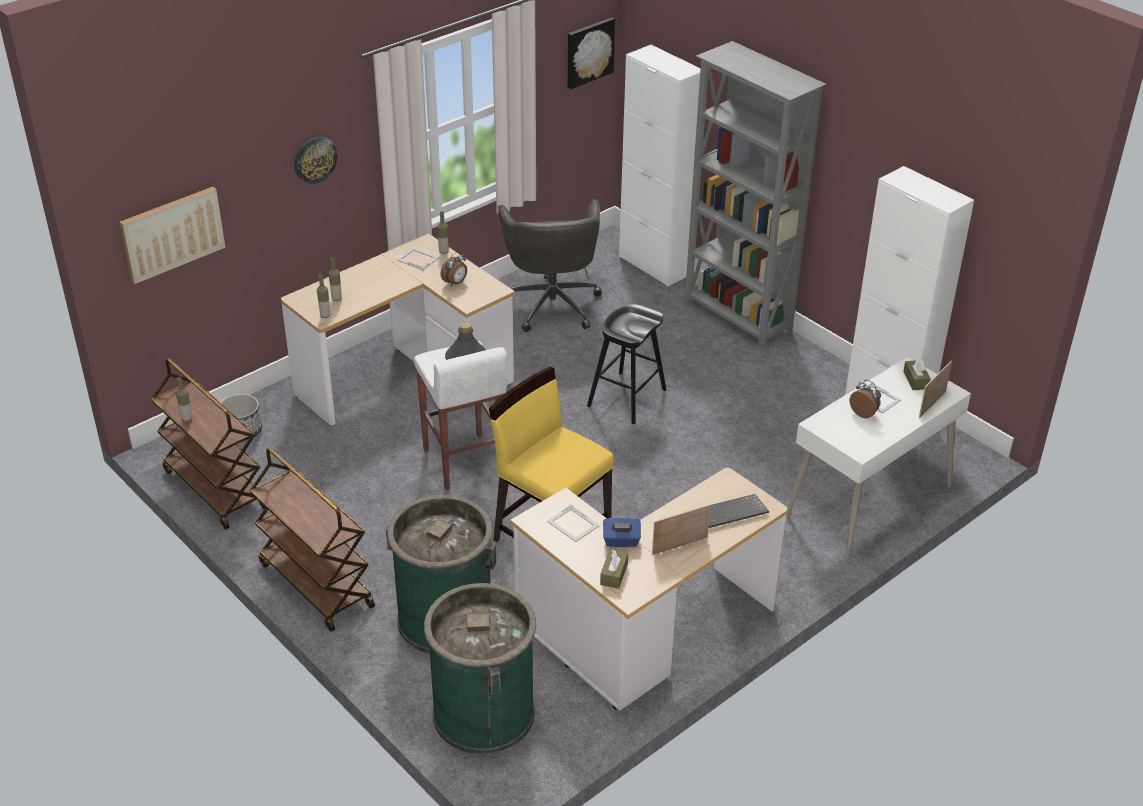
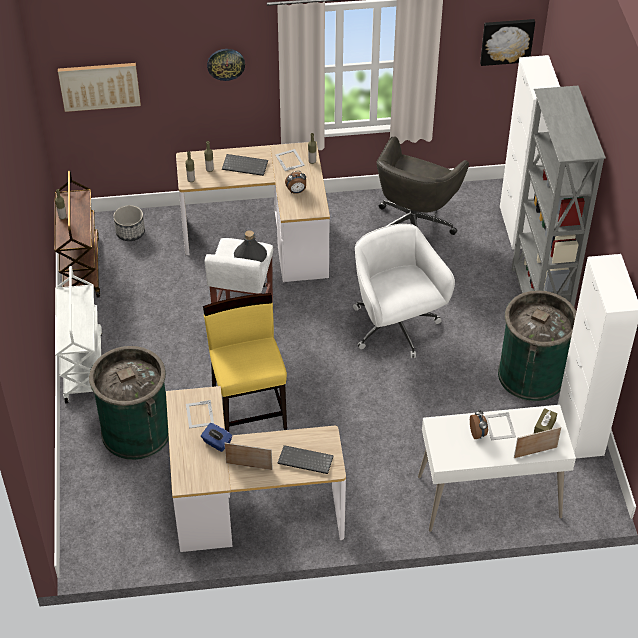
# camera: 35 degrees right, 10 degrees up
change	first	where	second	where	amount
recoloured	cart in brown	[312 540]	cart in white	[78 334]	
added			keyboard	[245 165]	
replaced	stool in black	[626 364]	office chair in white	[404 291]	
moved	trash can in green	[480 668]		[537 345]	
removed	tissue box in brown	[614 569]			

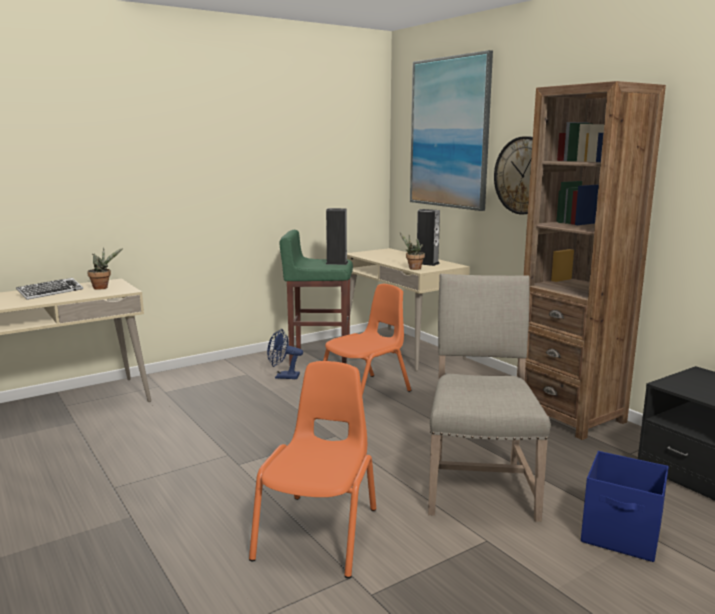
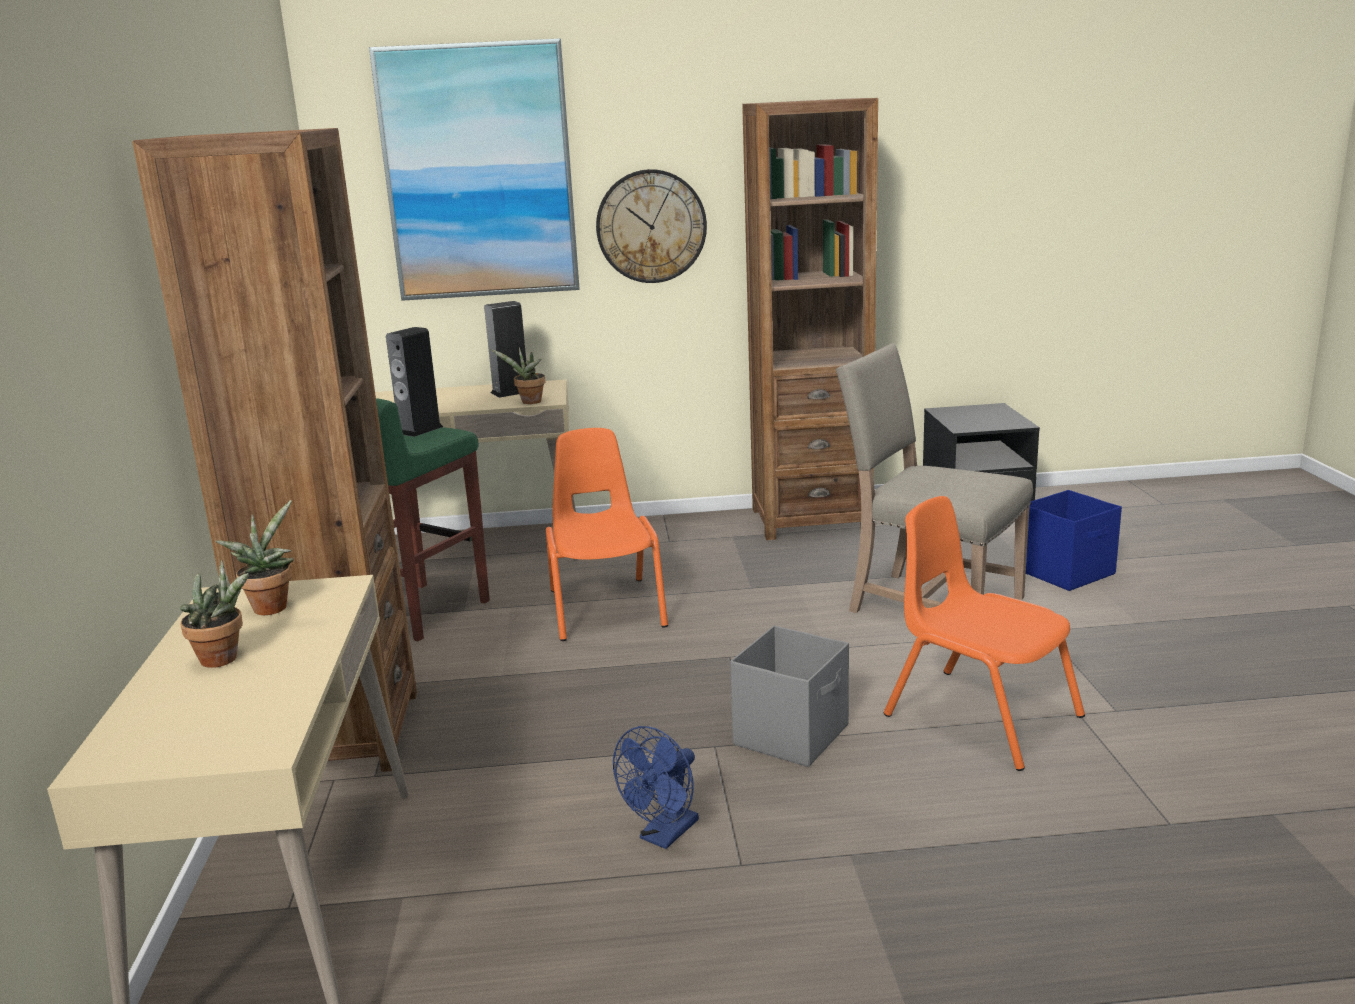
# camera: 60 degrees left, 5 degrees up
change	first	where	second	where	amount
added			bookcase in brown	[274 450]	
replaced	keyboard	[49 289]	potted plant	[214 614]	
moved	fan in blue	[285 354]		[656 787]	
added			storage box in grey	[789 696]	

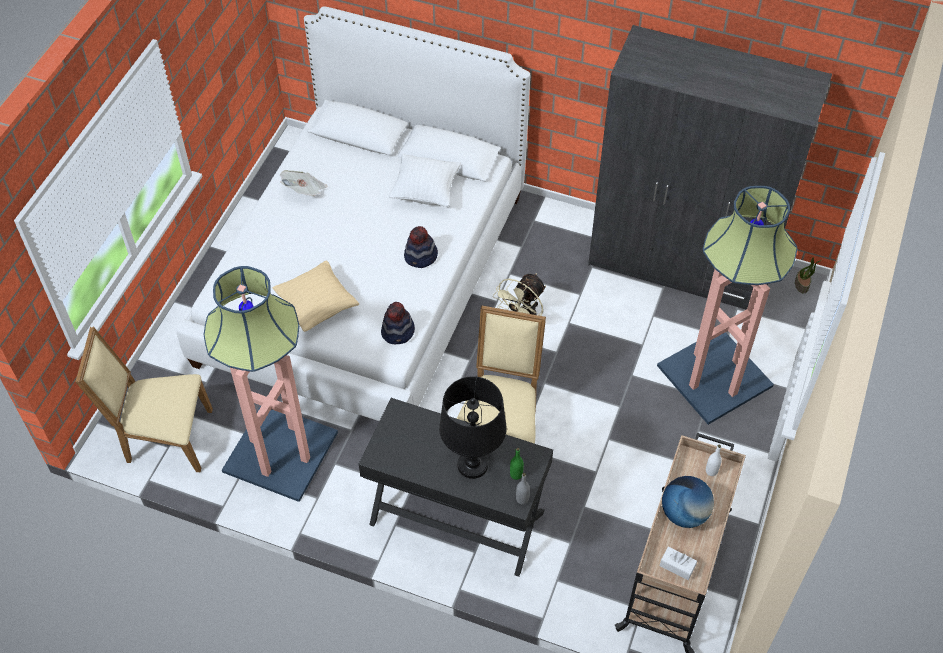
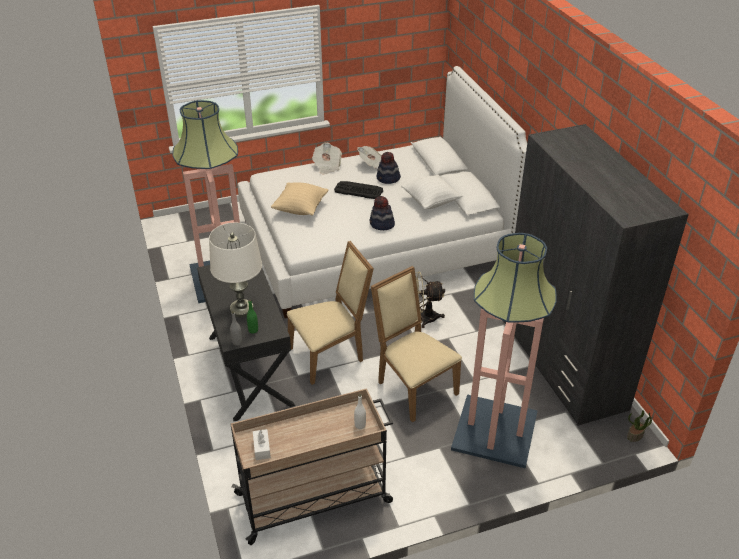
# camera: 50 degrees right, 15 degrees down
change	first	where	second	where	amount
recoloured	table lamp in black	[473 427]	table lamp in white	[235 270]	
added			newspaper	[327 159]	
added			keyboard	[358 190]	
moved	chair in beige	[144 399]		[416 344]	
moved	hat	[398 323]		[388 168]	
removed	globe	[688 502]			

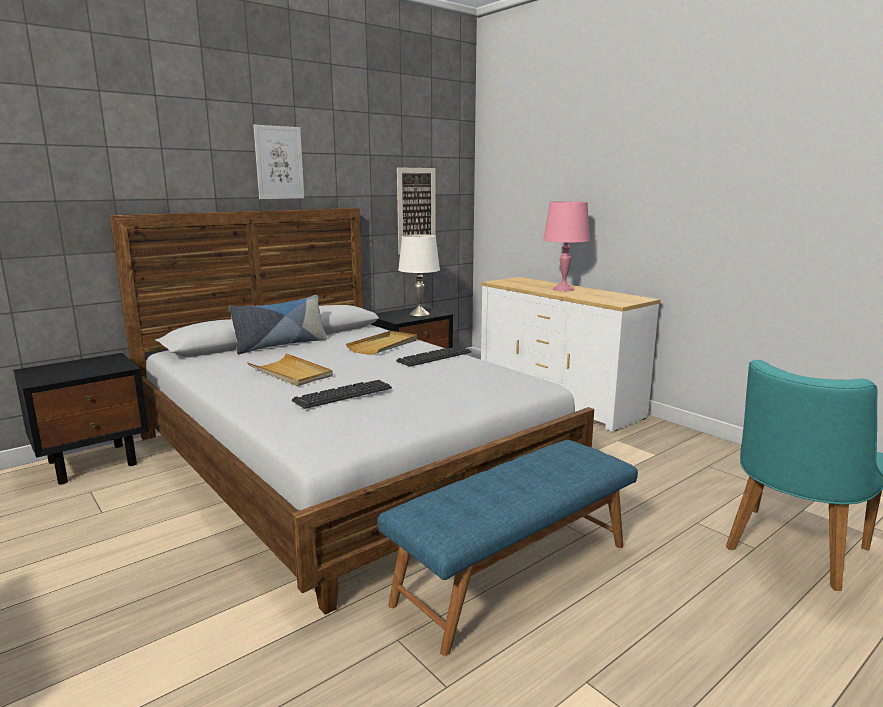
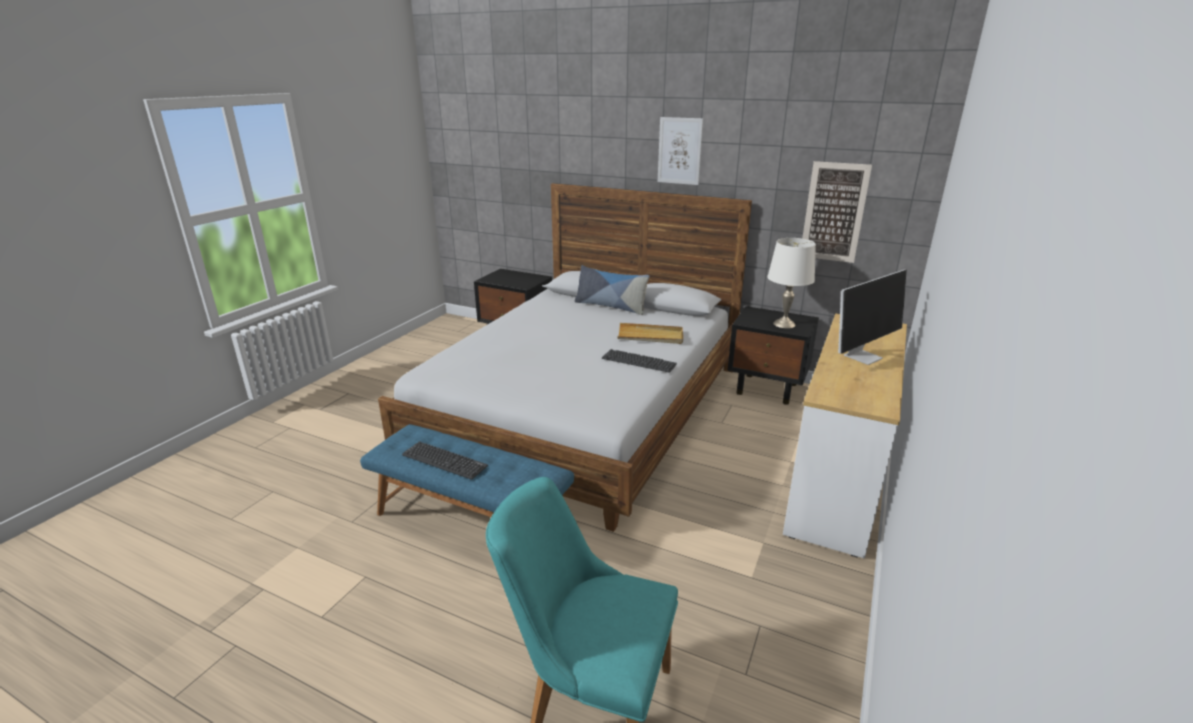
# camera: 65 degrees right, 10 degrees up
change	first	where	second	where	amount
moved	keyboard	[342 394]		[445 460]	
replaced	table lamp in pink	[566 246]	monitor	[872 317]	
removed	tray in beige	[290 369]			

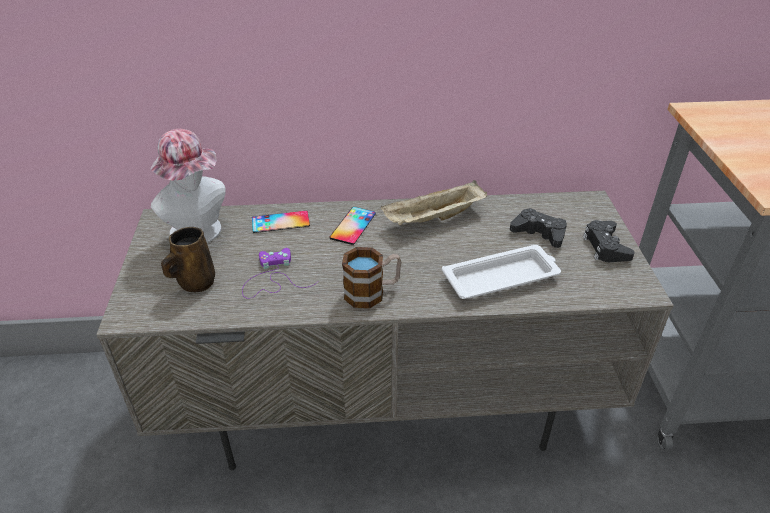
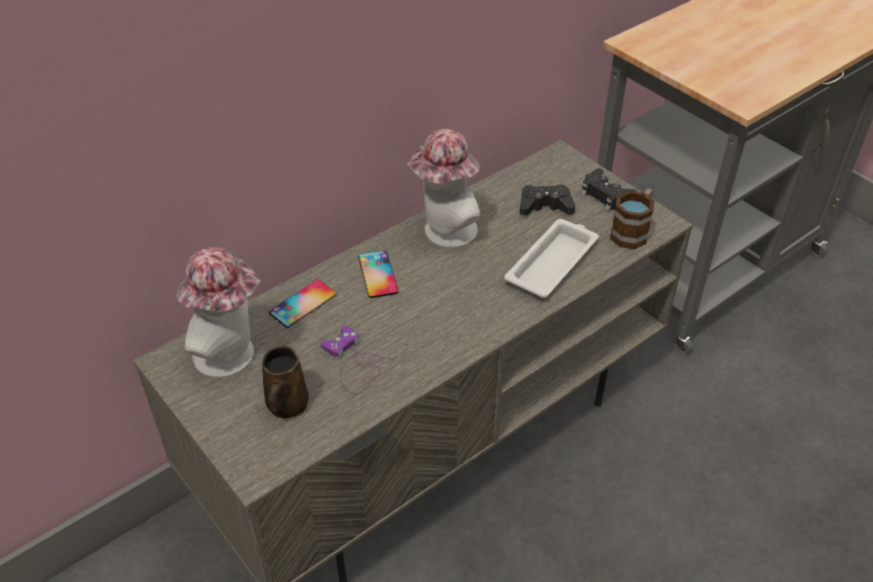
# camera: 35 degrees left, 5 degrees up
change	first	where	second	where	amount
replaced	tray in beige	[434 203]	hat	[443 188]	
moved	mug	[371 277]		[632 218]	

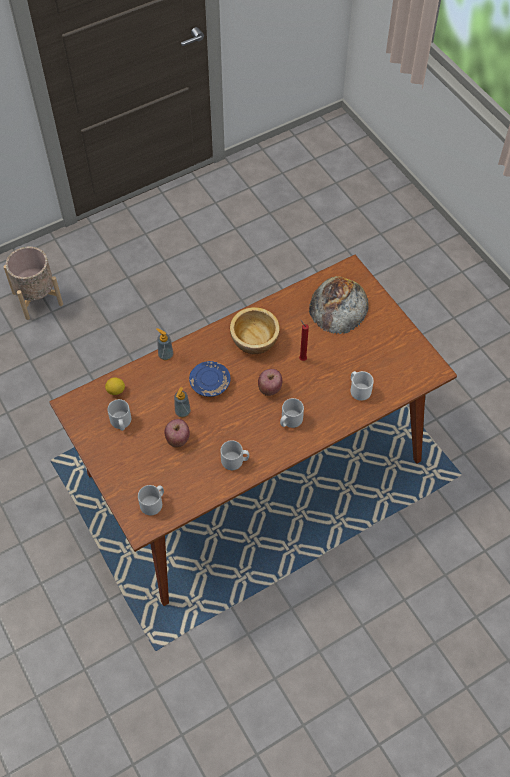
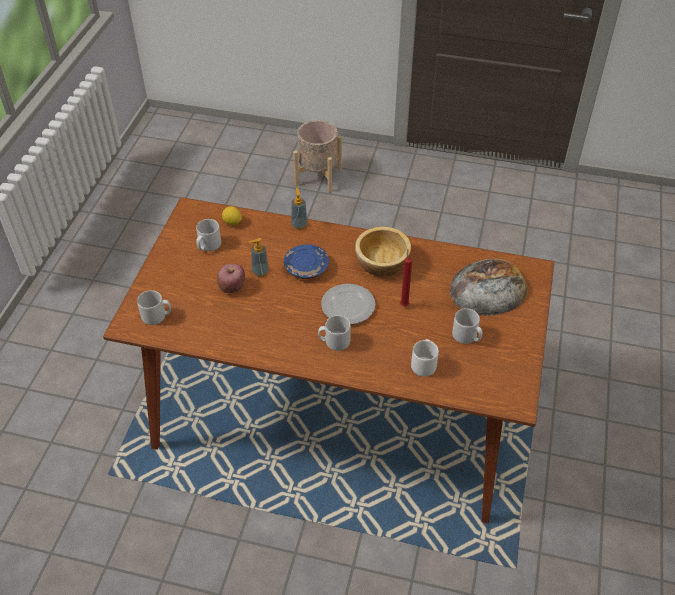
# camera: 45 degrees right, 10 degrees down
change	first	where	second	where	amount
replaced	apple	[270 382]	plate	[348 304]	
moved	mug in grey	[235 455]		[467 326]	

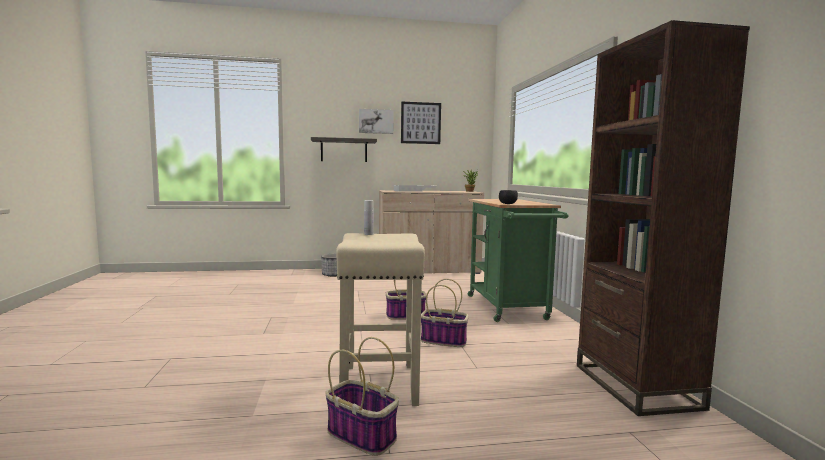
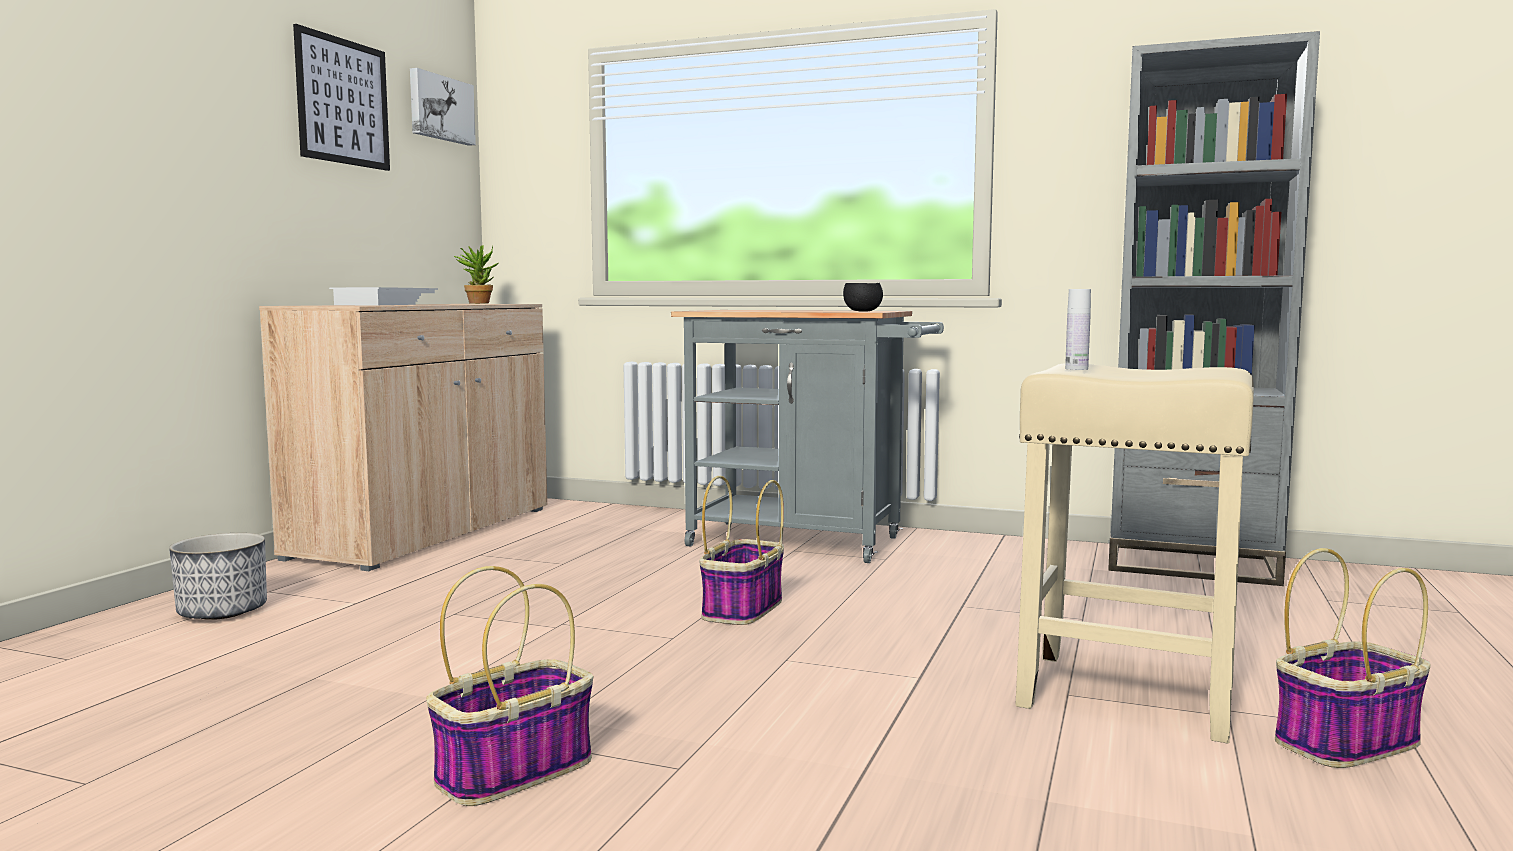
# camera: 60 degrees left, 0 degrees up
change	first	where	second	where	amount
moved	picture	[376 121]		[443 107]	
moved	basket	[445 313]		[509 686]	
recoloured	cart in green	[518 260]	cart in grey	[807 436]	
recoloured	bookcase in brown	[663 218]	bookcase in grey	[1214 308]	
removed	shelf	[344 149]			

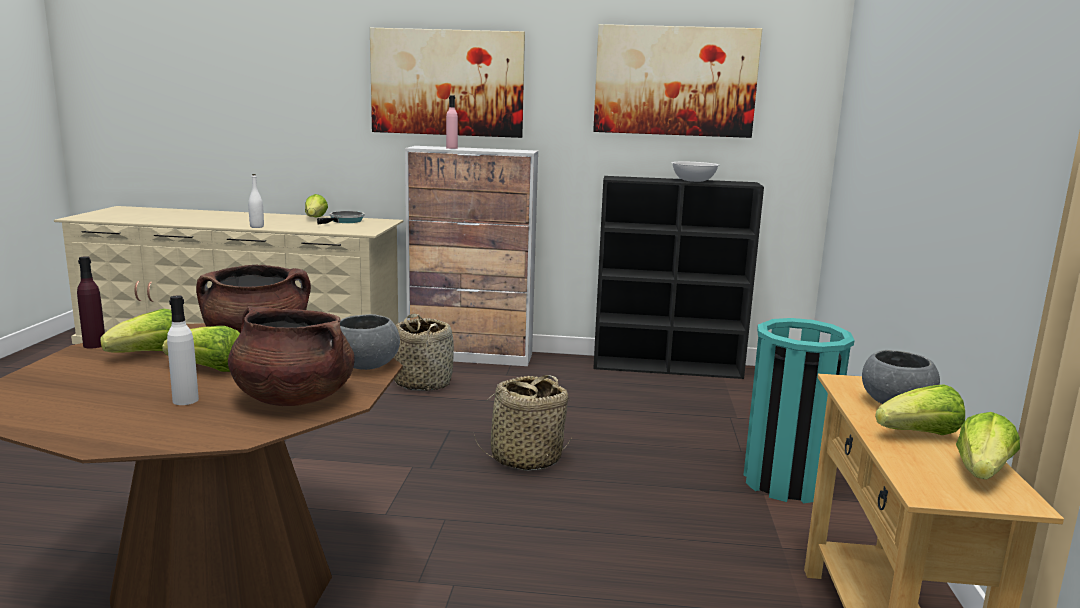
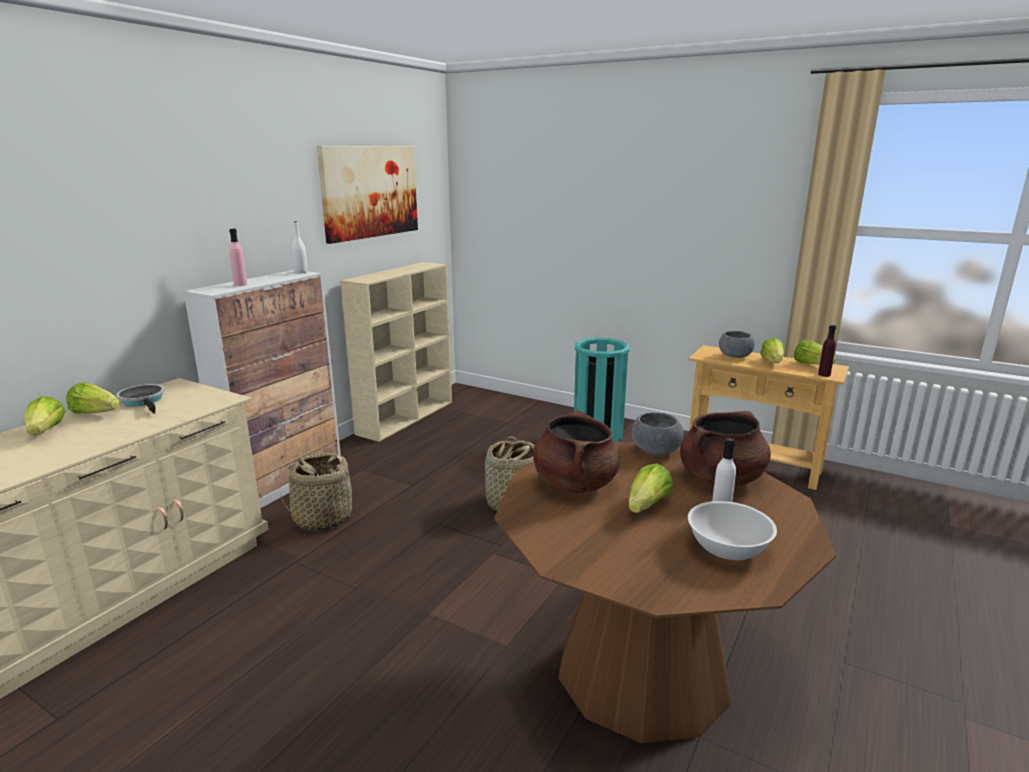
# camera: 65 degrees left, 5 degrees up
change	first	where	second	where	amount
moved	lettuce	[136 331]		[45 415]	
moved	bottle in white	[256 201]		[299 247]	
recoloured	bookcase in black	[678 277]	bookcase in beige	[396 352]	
moved	bowl in white	[695 172]		[732 530]	
moved	bottle in purple	[91 302]		[827 351]	
removed	picture	[447 83]			

